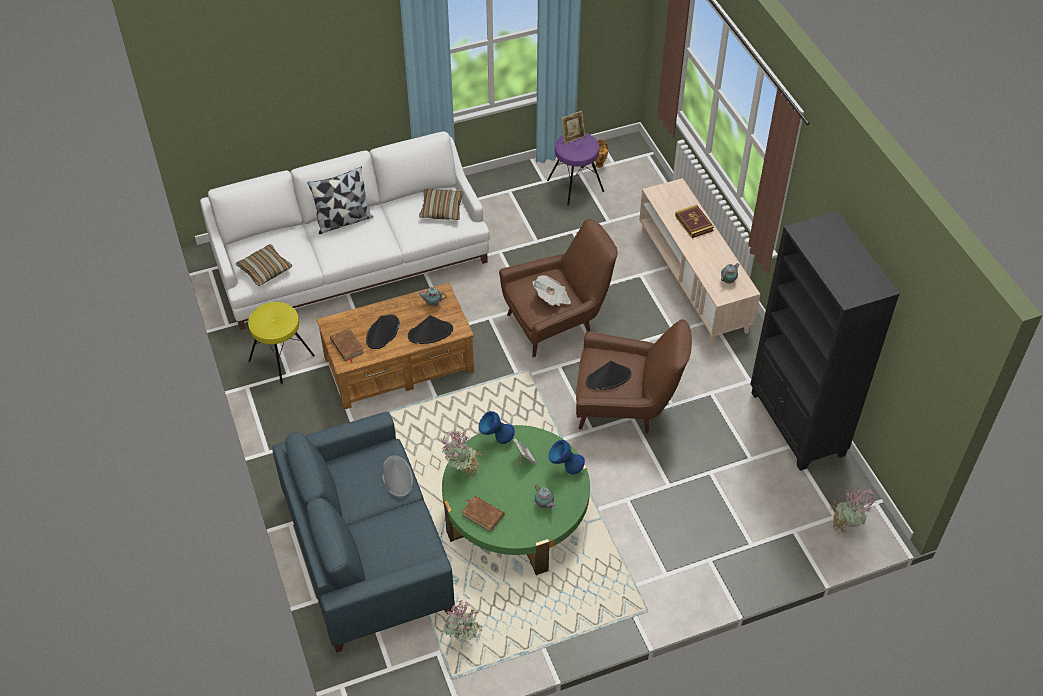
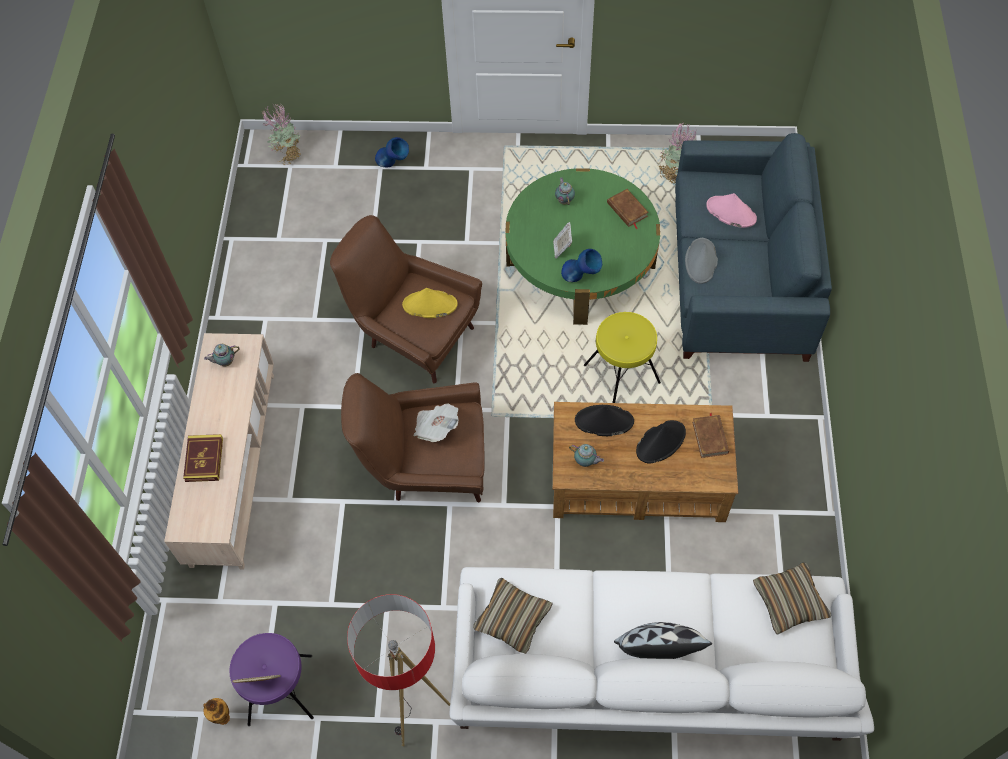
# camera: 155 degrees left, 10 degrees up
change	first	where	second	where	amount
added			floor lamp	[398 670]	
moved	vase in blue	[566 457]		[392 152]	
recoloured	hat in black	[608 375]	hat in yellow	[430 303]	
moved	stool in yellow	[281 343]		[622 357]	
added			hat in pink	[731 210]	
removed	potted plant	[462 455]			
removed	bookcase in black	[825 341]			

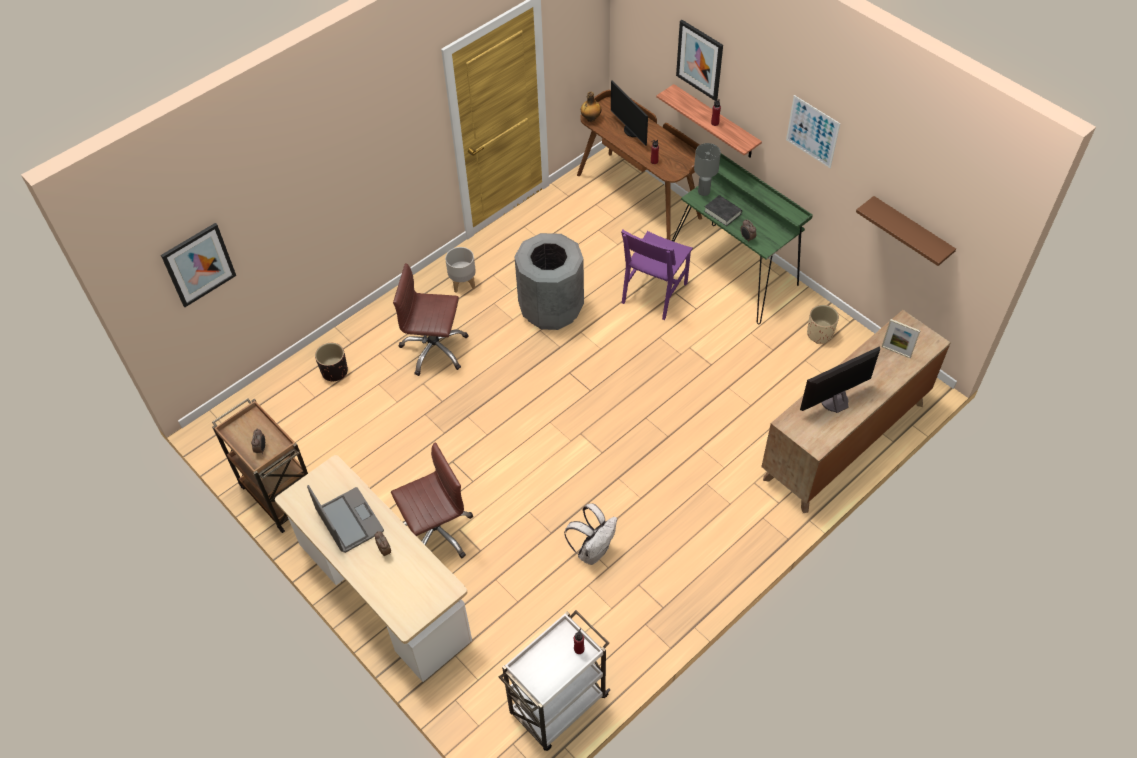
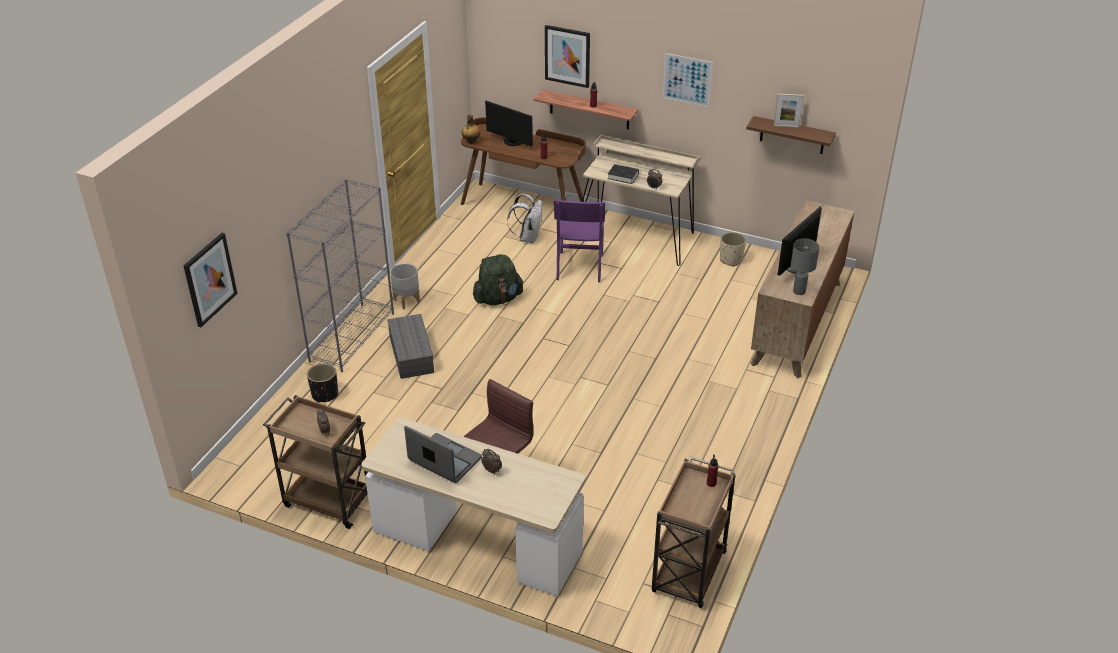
# camera: 25 degrees left, 15 degrees down
change	first	where	second	where	amount
added			bookcase in grey	[340 275]	
replaced	office chair in brown	[431 319]	storage box in grey	[410 346]	
replaced	trash can in grey	[549 281]	backpack in green	[498 279]	
moved	backpack in white	[590 534]		[524 218]	
recoloured	desk in green	[742 238]	desk in beige	[640 200]	
recoloured	cart in white	[554 680]	cart in brown	[694 532]	
moved	picture frame	[901 338]		[788 110]	
moved	table lamp in grey	[707 169]		[805 266]	

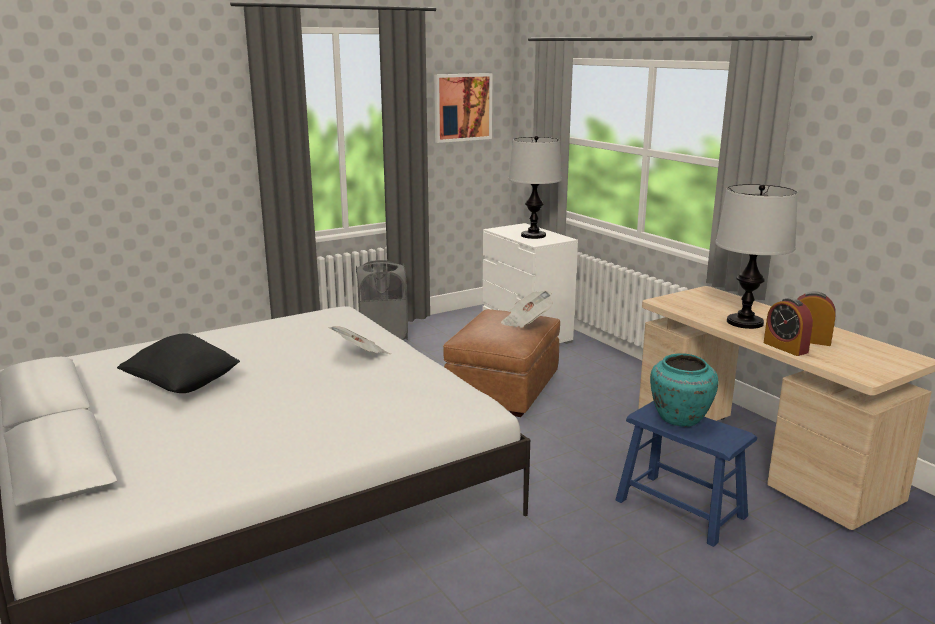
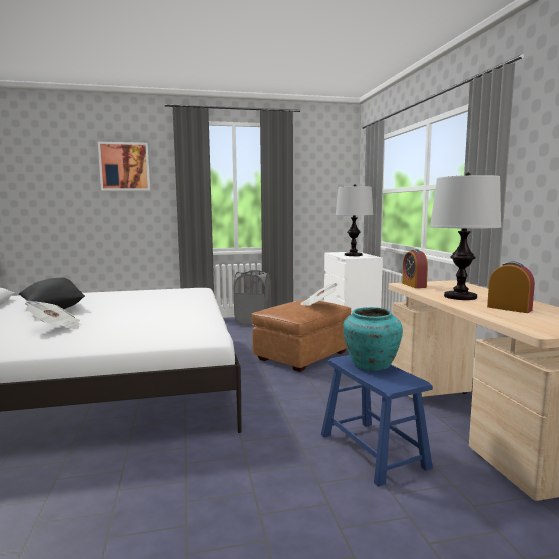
# camera: 20 degrees right, 10 degrees down
change	first	where	second	where	amount
moved	newspaper	[359 340]		[53 315]	
moved	picture	[463 108]		[124 166]	
moved	alarm clock	[788 327]		[415 268]	

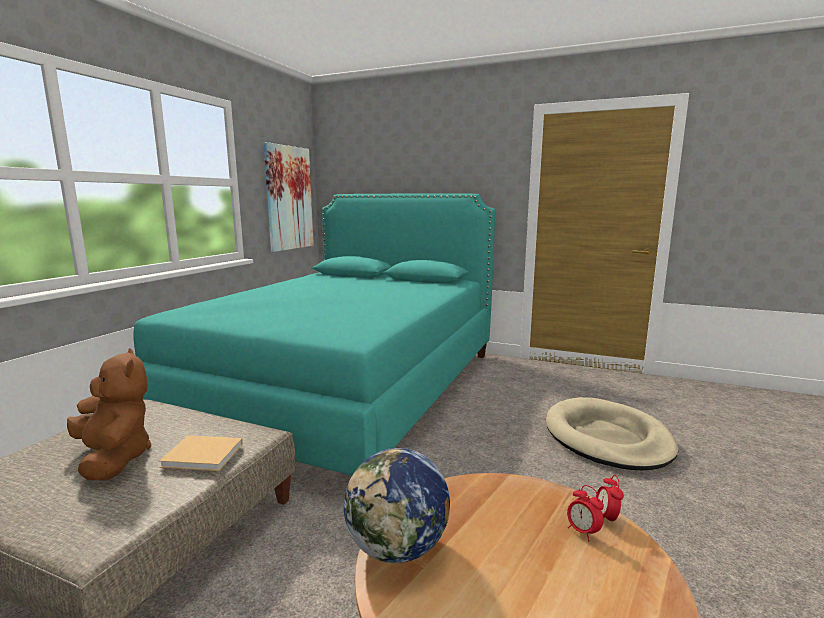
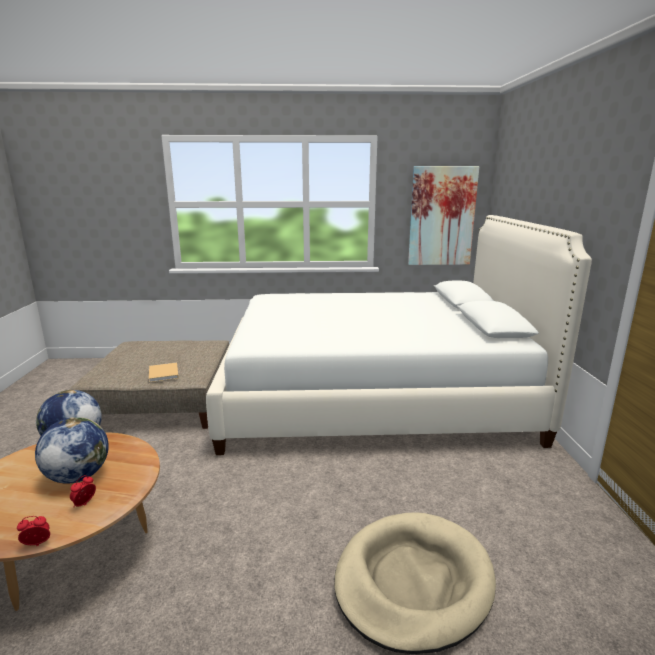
# camera: 65 degrees right, 5 degrees up
change	first	where	second	where	amount
moved	alarm clock	[610 500]		[33 531]	
added			globe	[72 450]	
recoloured	bed in turquoise	[314 334]	bed in white	[399 335]	
removed	plush toy in brown	[109 414]			

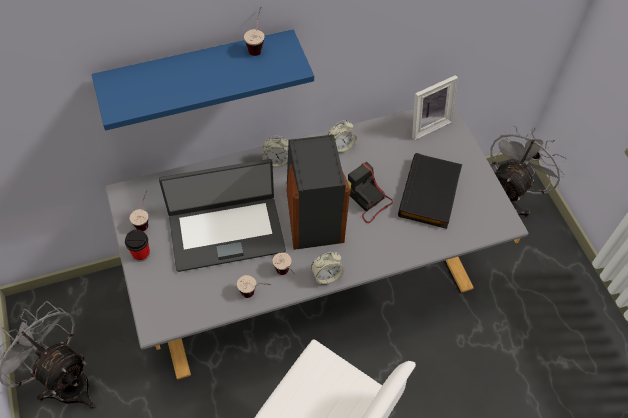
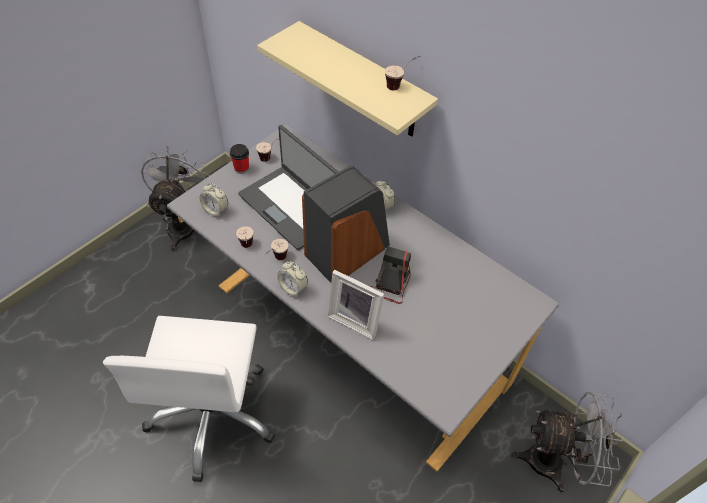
# camera: 60 degrees right, 5 degrees down
change	first	where	second	where	amount
moved	alarm clock	[342 136]		[213 200]	
recoloured	shelf in blue	[203 80]	shelf in beige	[347 79]	
moved	picture frame	[435 107]		[356 305]	
removed	book in black	[430 191]			

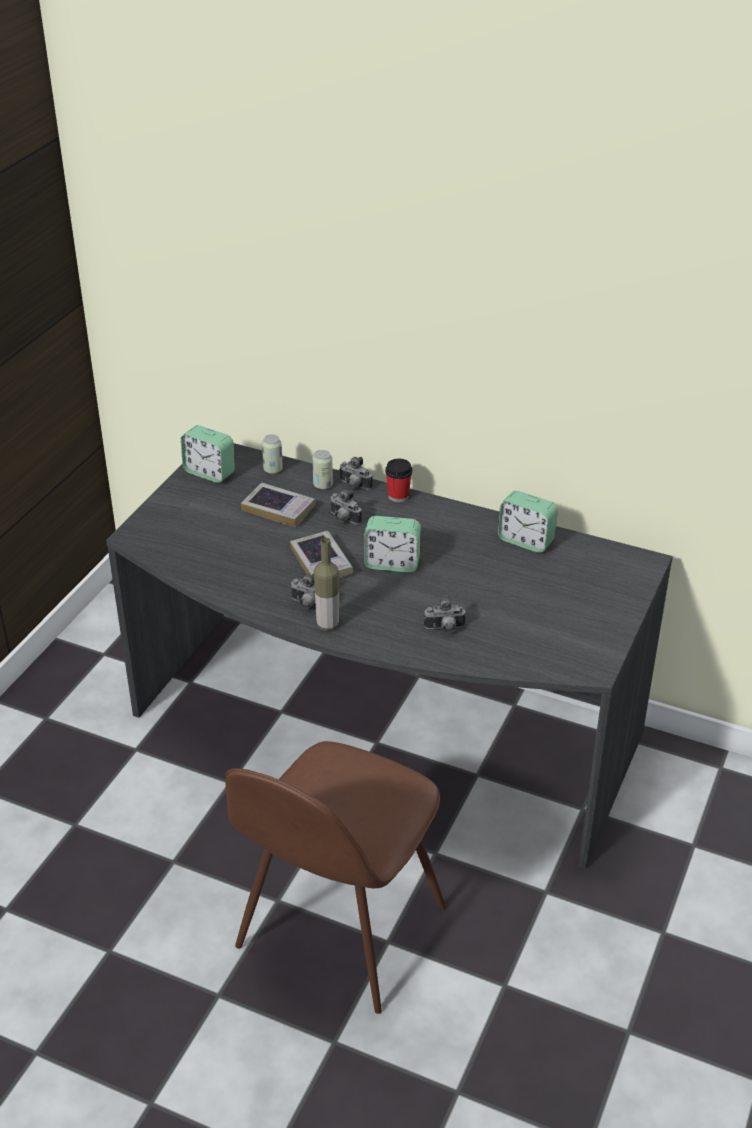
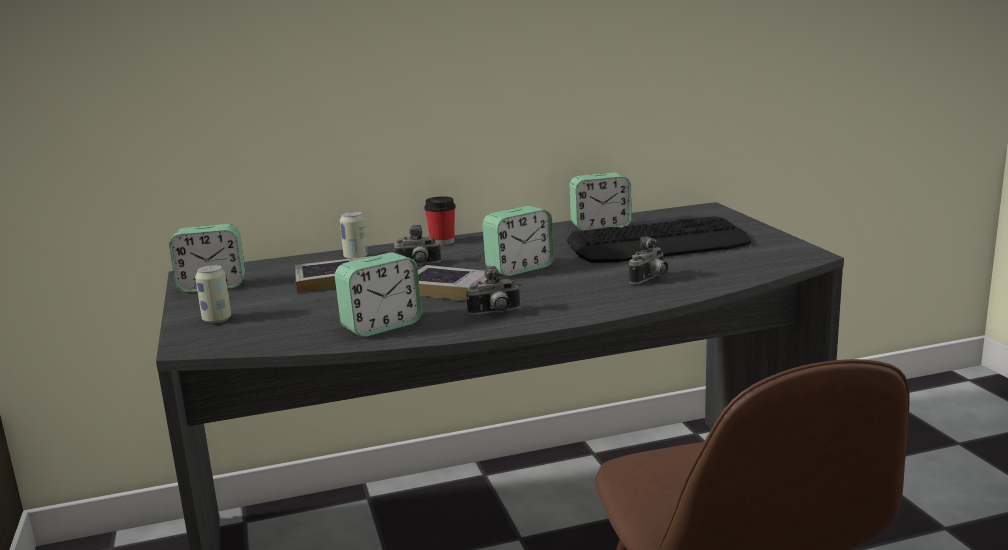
# camera: 40 degrees left, 20 degrees down
change	first	where	second	where	amount
moved	can	[272 454]		[213 294]	
added			alarm clock	[378 294]	
added			keyboard	[659 239]	
removed	bottle	[326 584]			
removed	photo camera	[356 473]			

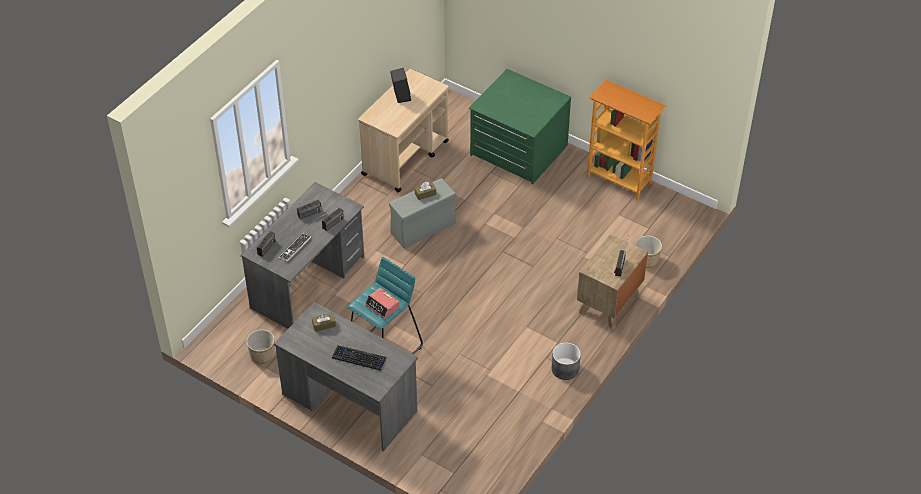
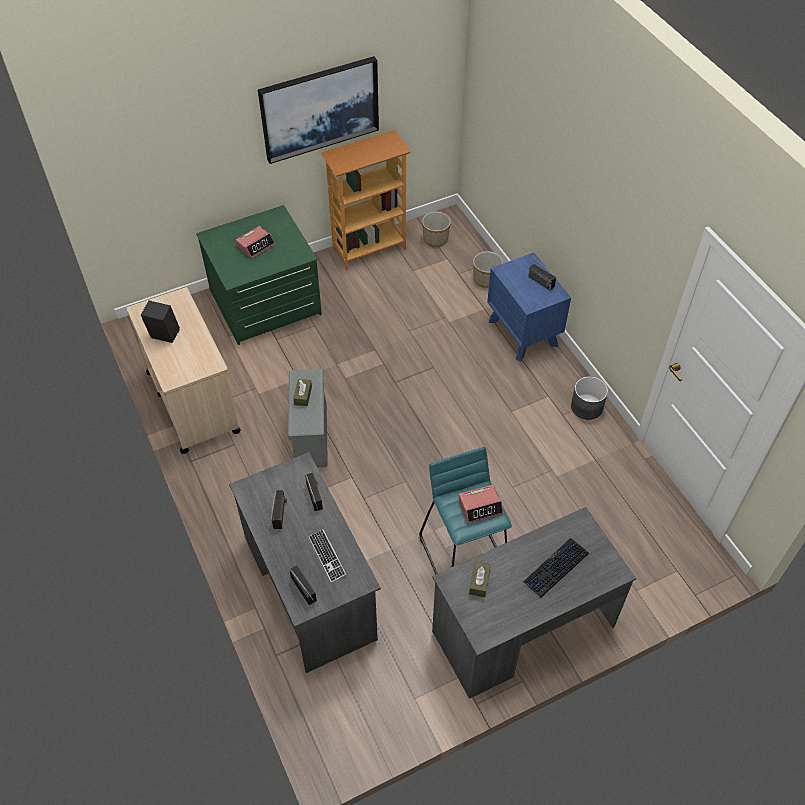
# camera: 60 degrees left, 5 degrees up
change	first	where	second	where	amount
added			alarm clock	[255 242]	
added			picture	[318 110]	
moved	planter	[260 347]		[436 229]	
recoloured	nightstand in brown	[612 282]	nightstand in blue	[529 307]	

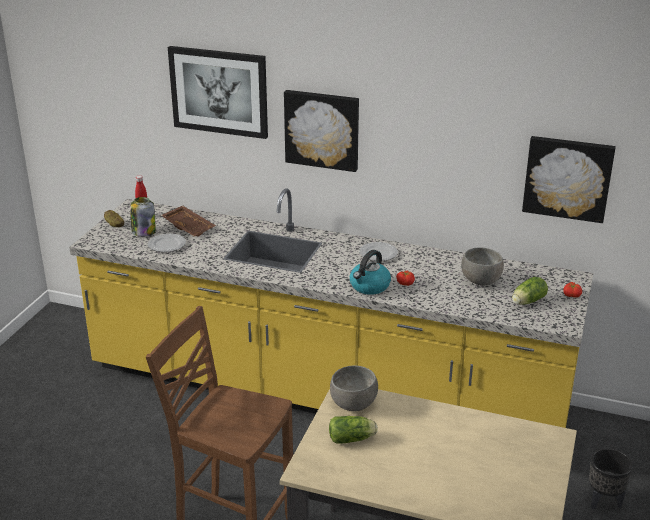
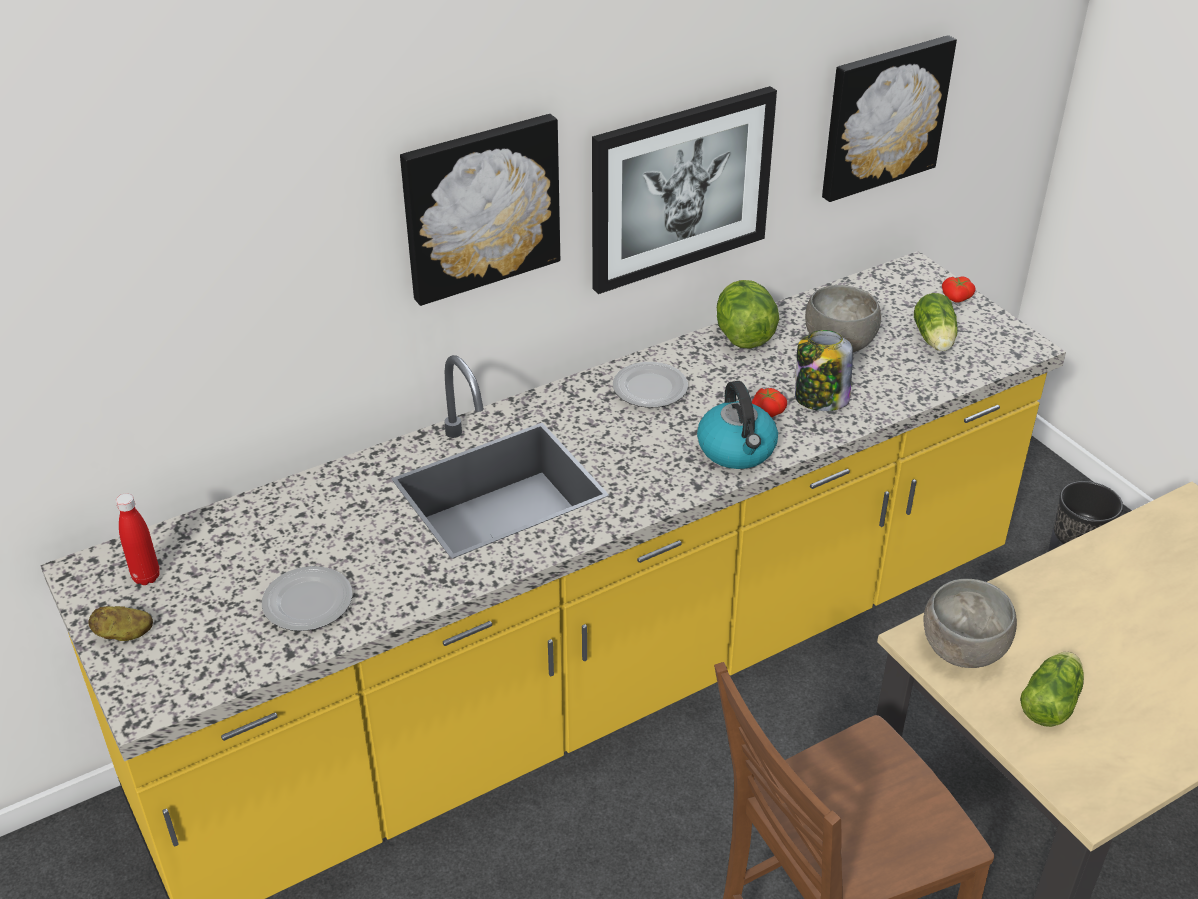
# camera: 50 degrees left, 10 degrees up
change	first	where	second	where	amount
moved	picture	[218 92]		[684 190]	
added			lettuce	[748 314]	
moved	jar	[143 217]		[824 370]	
removed	tray in brown	[188 221]			

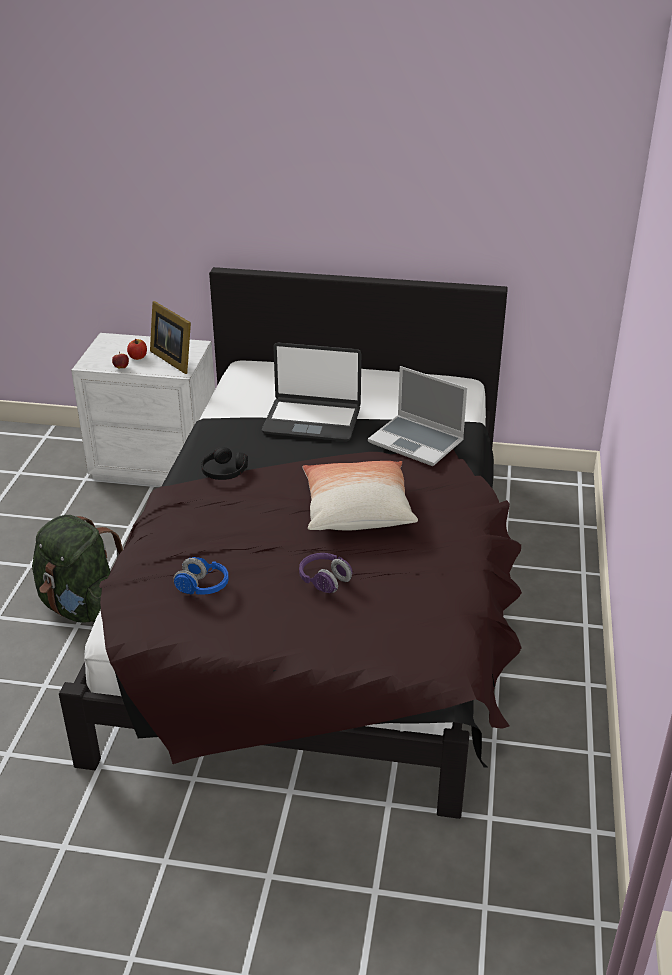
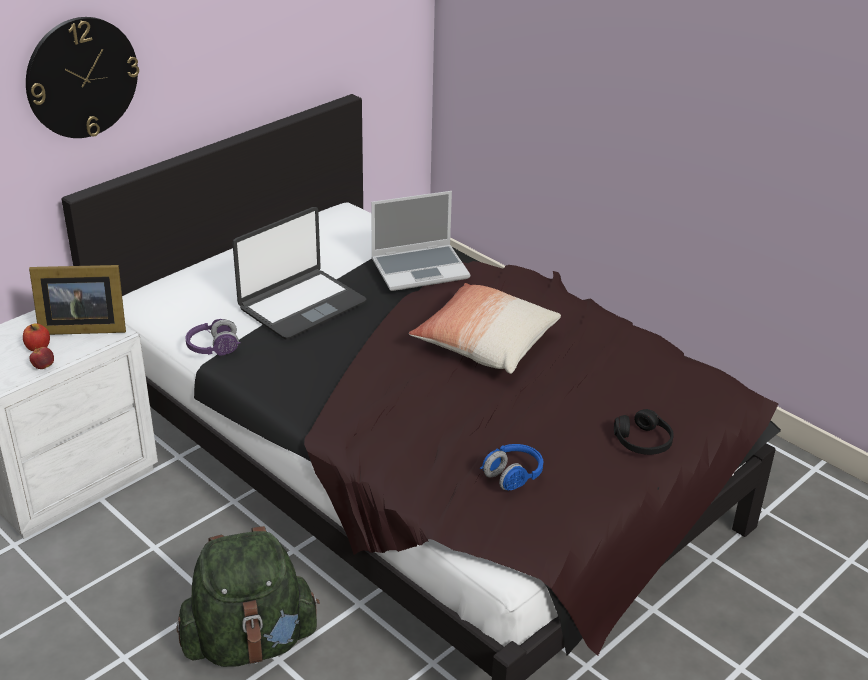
# camera: 55 degrees left, 0 degrees up
change	first	where	second	where	amount
added			wall clock	[82 77]	
moved	headphones in purple	[325 573]		[213 337]	
moved	headphones in black	[224 463]		[644 432]	

